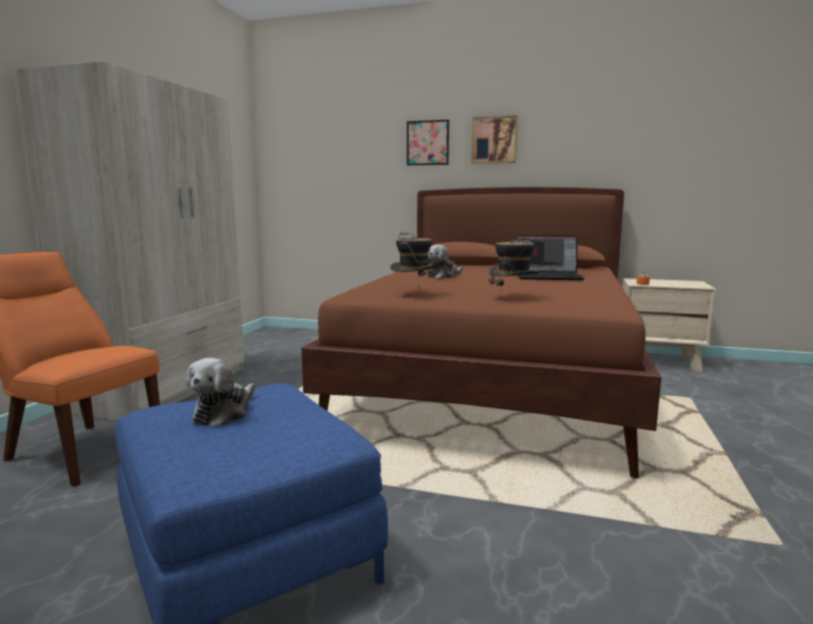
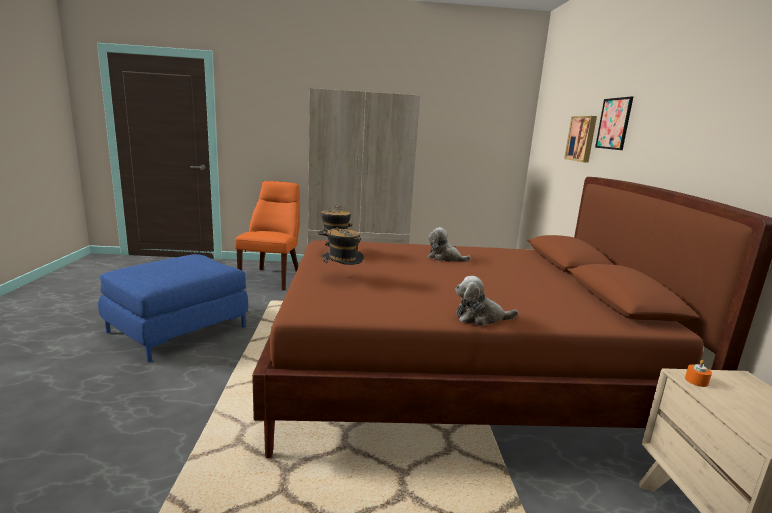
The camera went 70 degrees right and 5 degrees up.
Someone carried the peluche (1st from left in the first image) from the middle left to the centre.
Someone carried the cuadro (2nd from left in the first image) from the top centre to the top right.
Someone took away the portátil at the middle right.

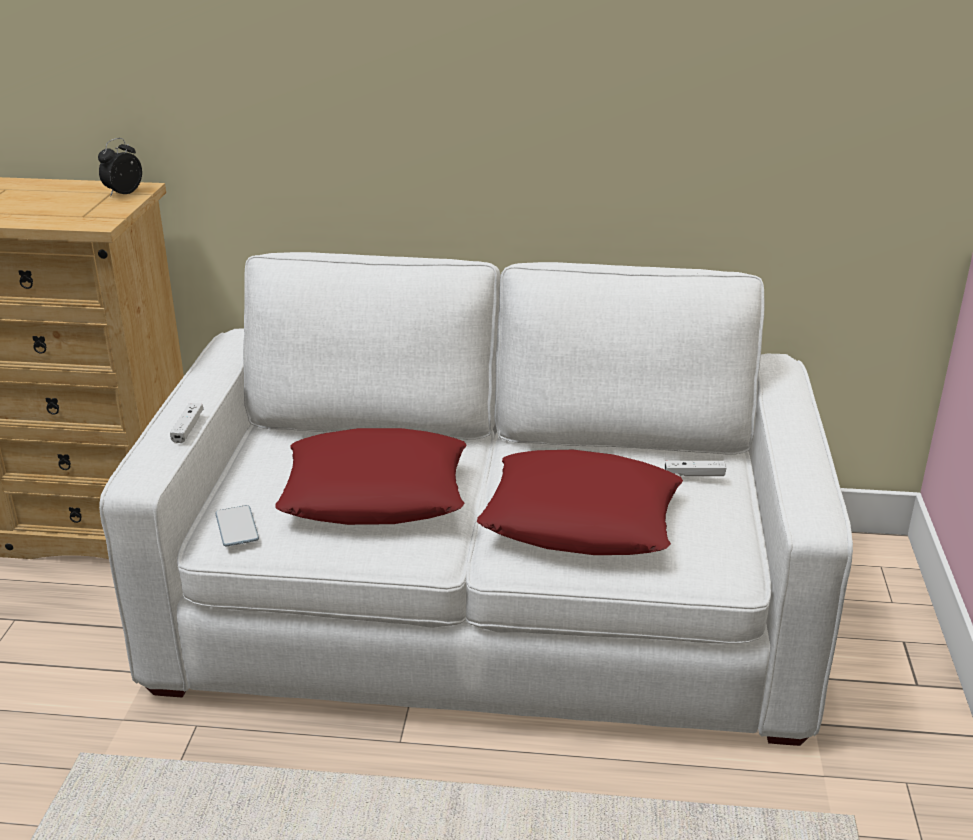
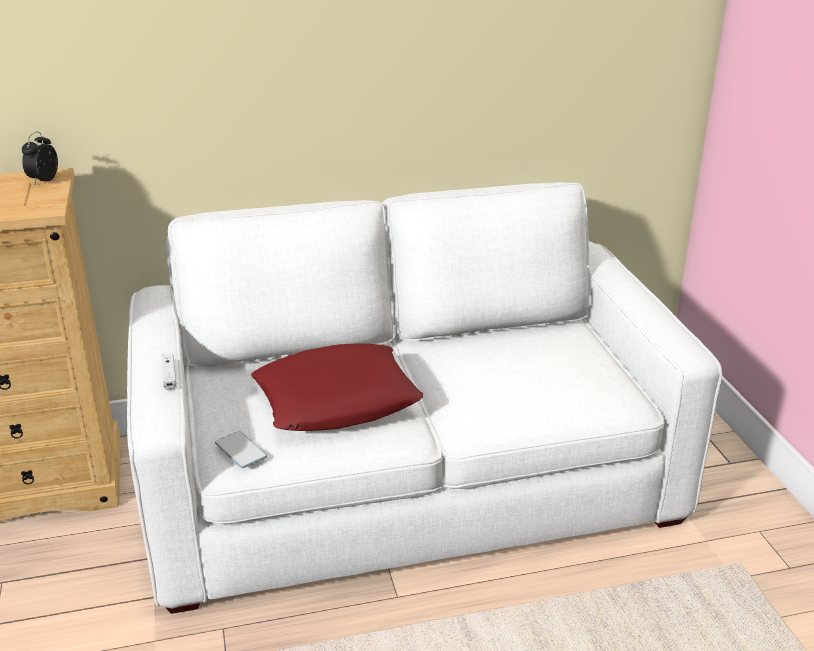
The camera went 20 degrees left and 0 degrees up.
Someone took away the cojín [rojo] (2nd from left) at the centre.
Someone took away the mando de consola [blanco] (2nd from left) at the middle right.

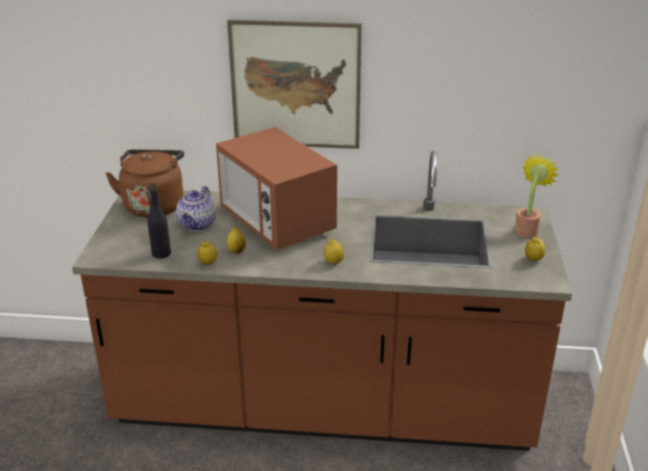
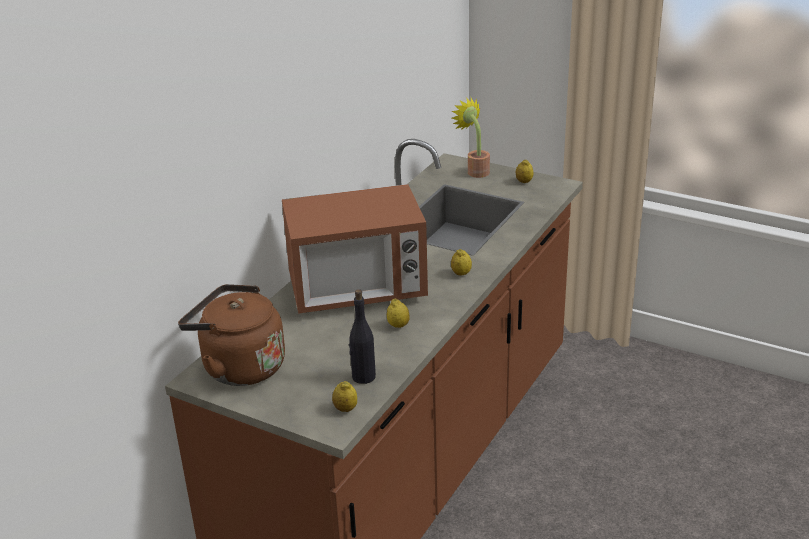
The camera went 65 degrees left and 0 degrees up.
Someone carried the limón (1st from left) from the middle left to the bottom centre.
Someone took away the tetera at the middle left.
Someone took away the cuadro at the top centre.

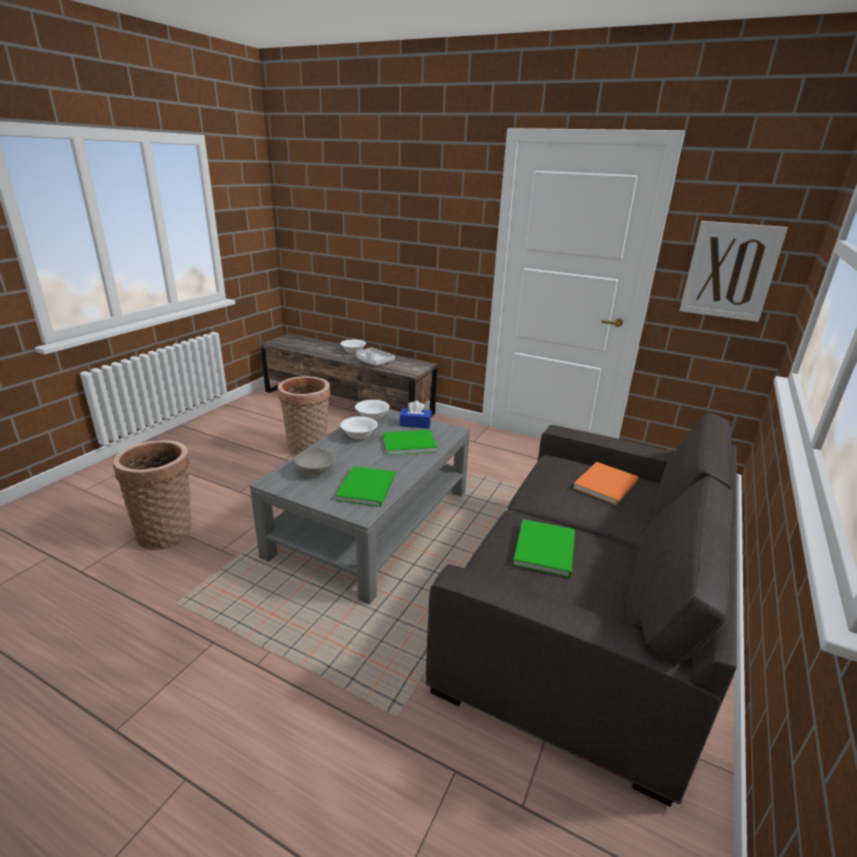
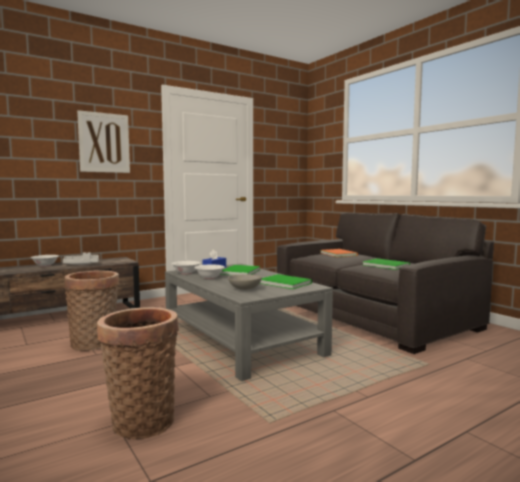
The camera went 60 degrees left and 20 degrees down.
Someone carried the cuadro from the top right to the top left.

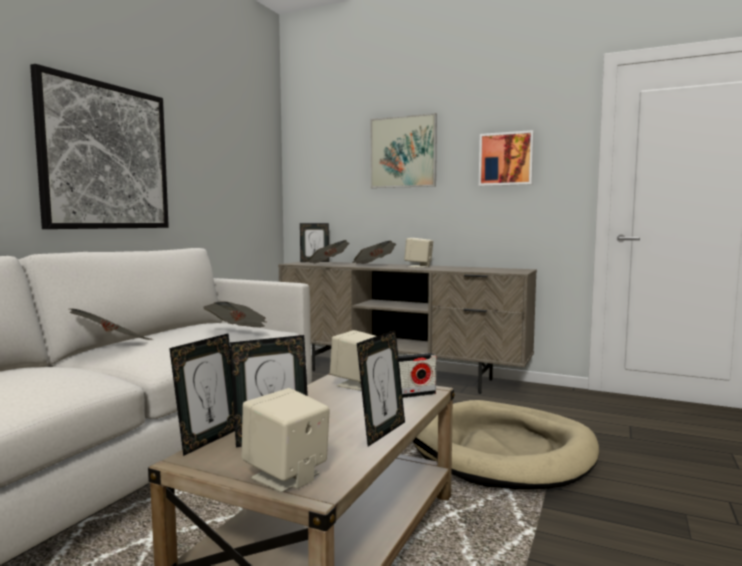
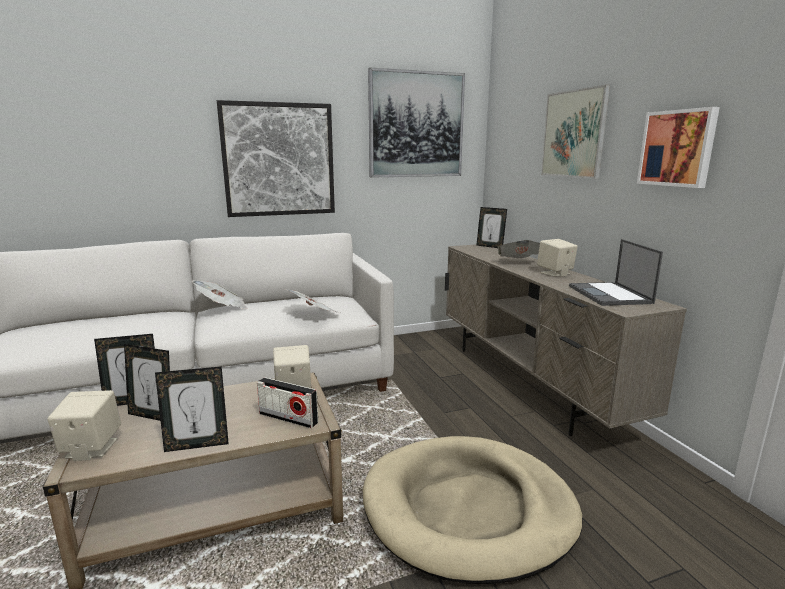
The camera went 45 degrees right and 10 degrees up.
Someone put up the cuadro (2nd from left) at the top centre.
Someone put down the portátil at the middle right.
Someone took away the periódico (3rd from left) at the centre.

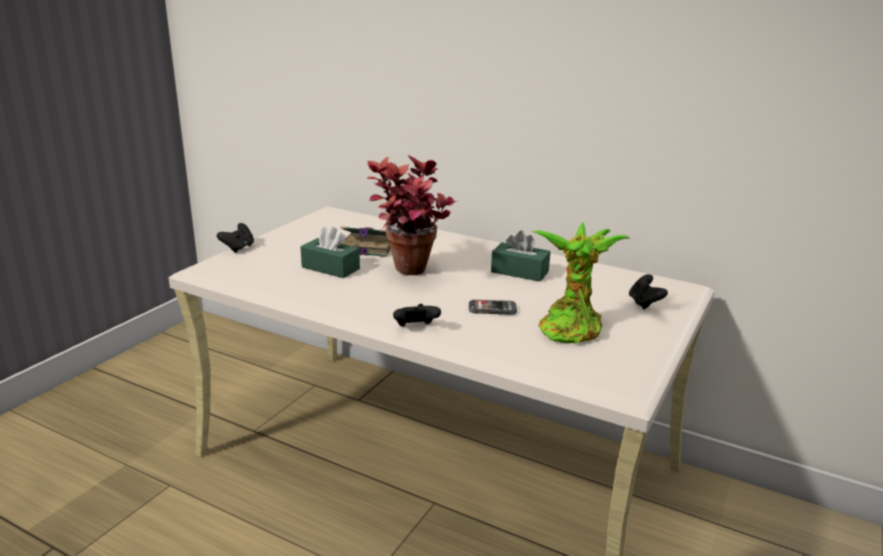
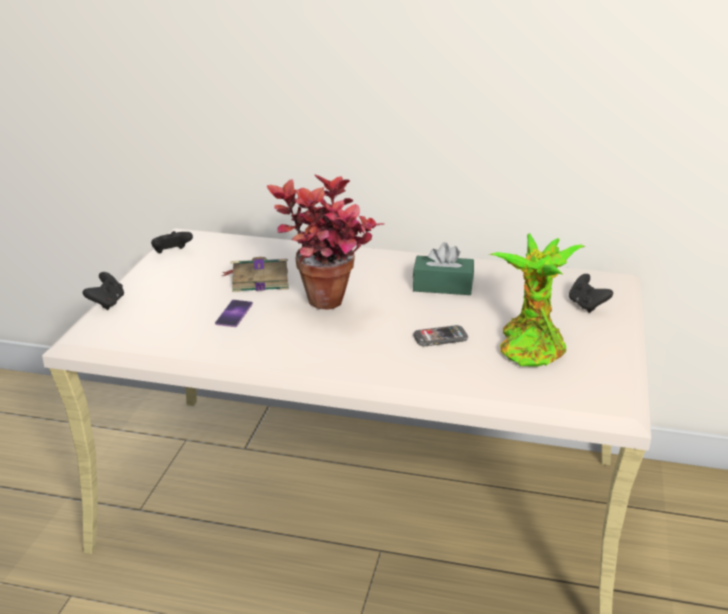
The camera went 15 degrees left and 5 degrees up.
Someone carried the mando de consola [negro] (2nd from left) from the centre to the middle left.
Someone swapped the caja de pañuelos [verde] (1st from left) at the centre for the móvil (1st from left) at the middle left.

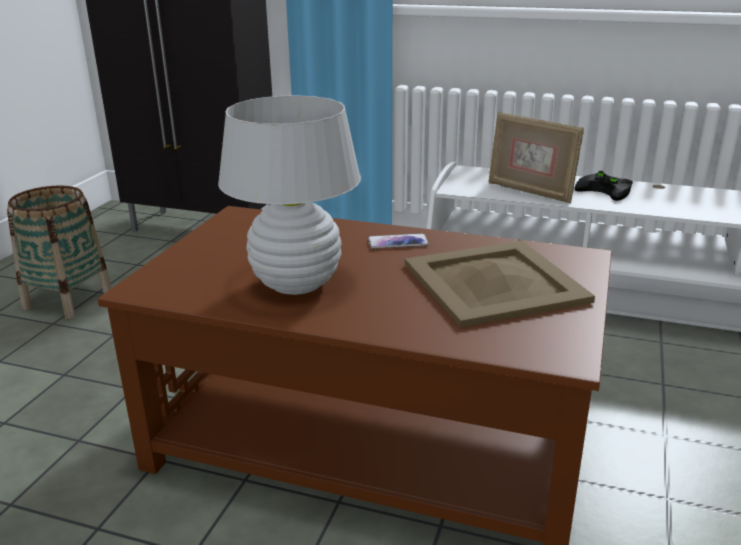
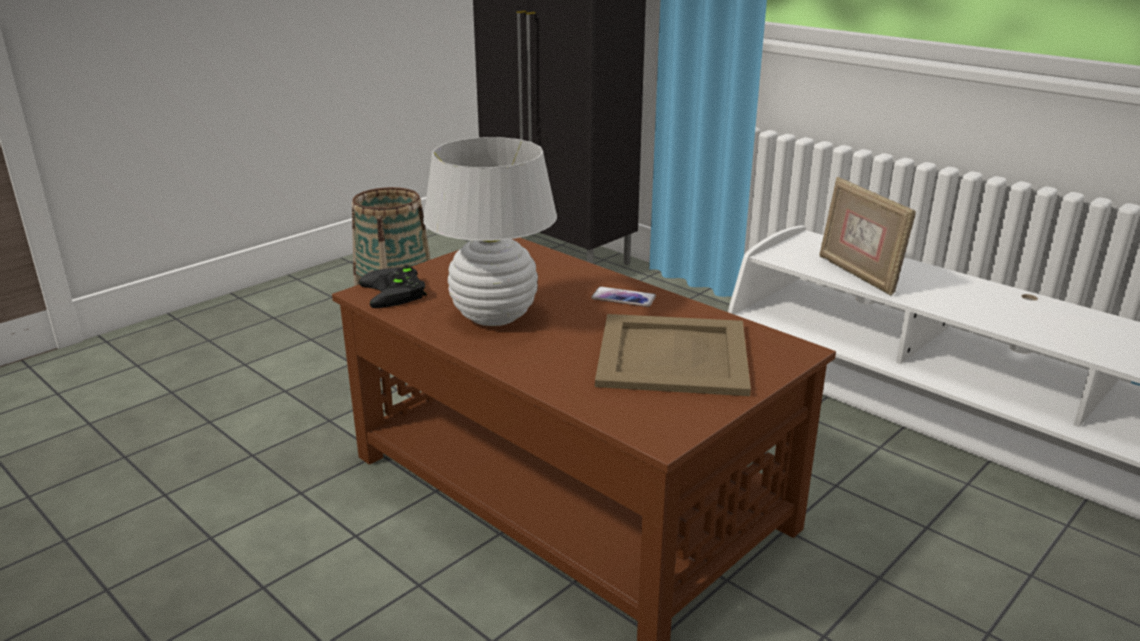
The camera went 25 degrees right and 0 degrees up.
Someone carried the mando de consola [negro] from the middle right to the centre.

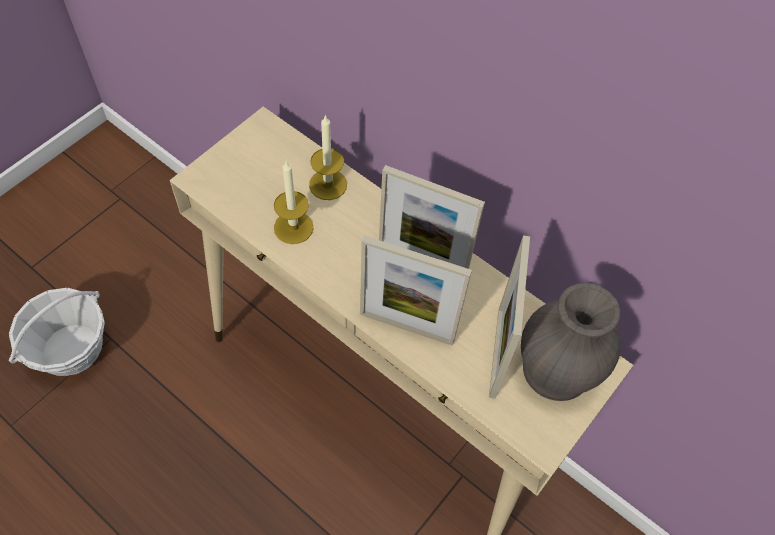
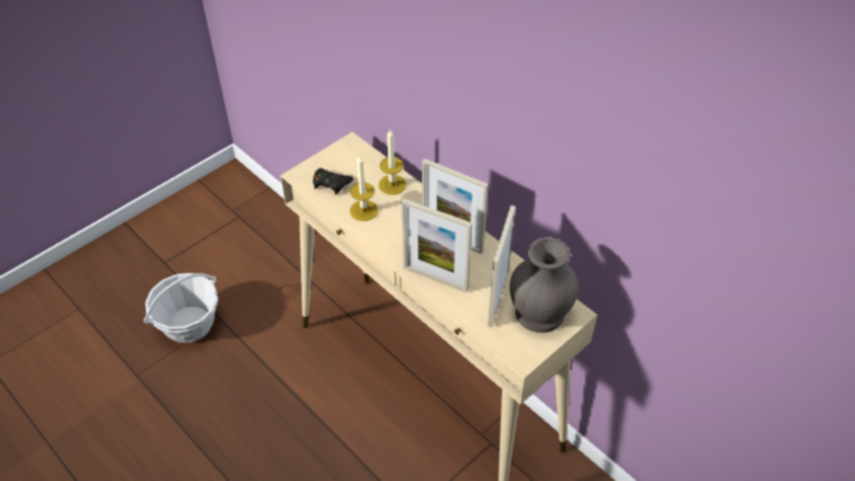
The camera went 10 degrees right and 10 degrees down.
Someone put down the mando de consola [negro] at the centre.

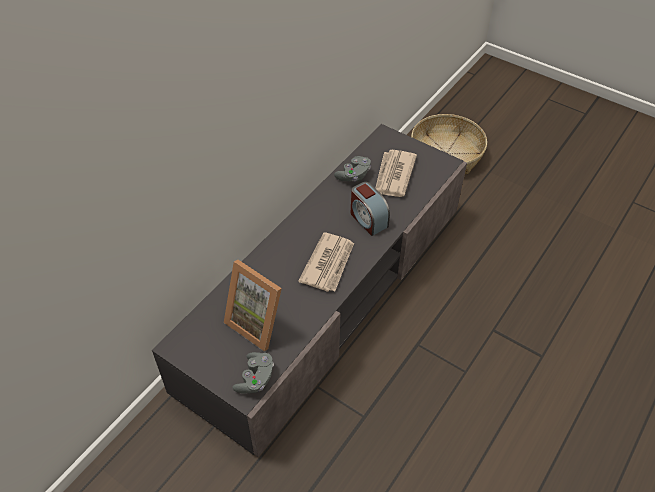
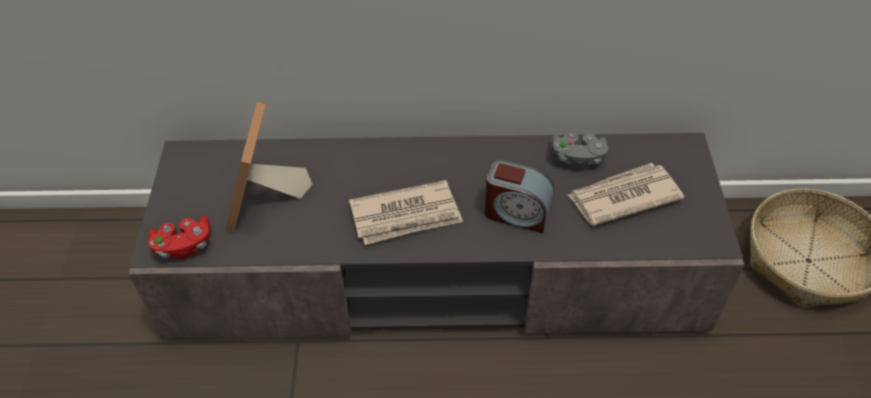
The camera went 55 degrees right and 0 degrees up.
Someone repainted the mando de consola [gris] (1st from left) at the bottom centre, which became the mando de consola [rojo] at the middle left.
Someone rotated the despertador at the centre by 90 degrees counterclockwise.

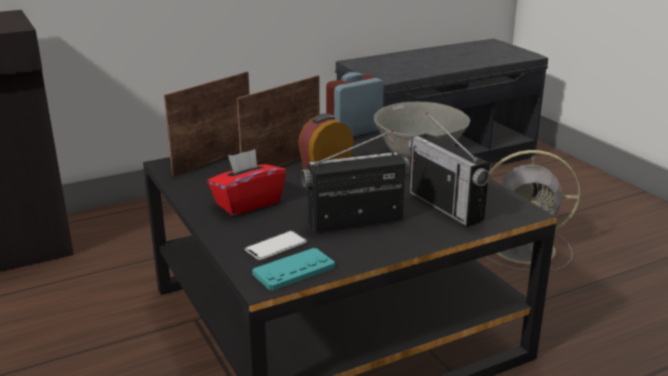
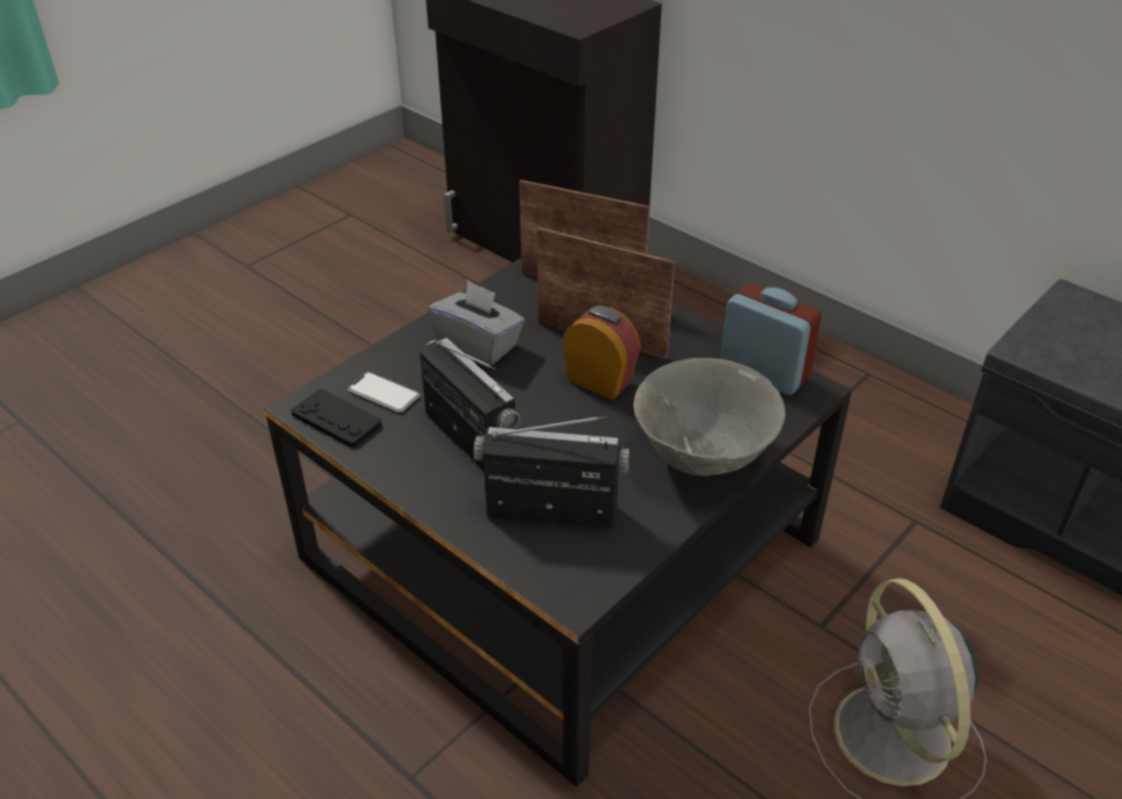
The camera went 70 degrees right and 15 degrees up.
Someone repainted the mando de consola [turquesa] at the bottom centre, which became the mando de consola [negro] at the middle left.
Someone repainted the caja de pañuelos [rojo] at the centre, which became the caja de pañuelos [gris] at the centre.
Someone rotated the radio (2nd from left) at the middle right by 60 degrees clockwise.

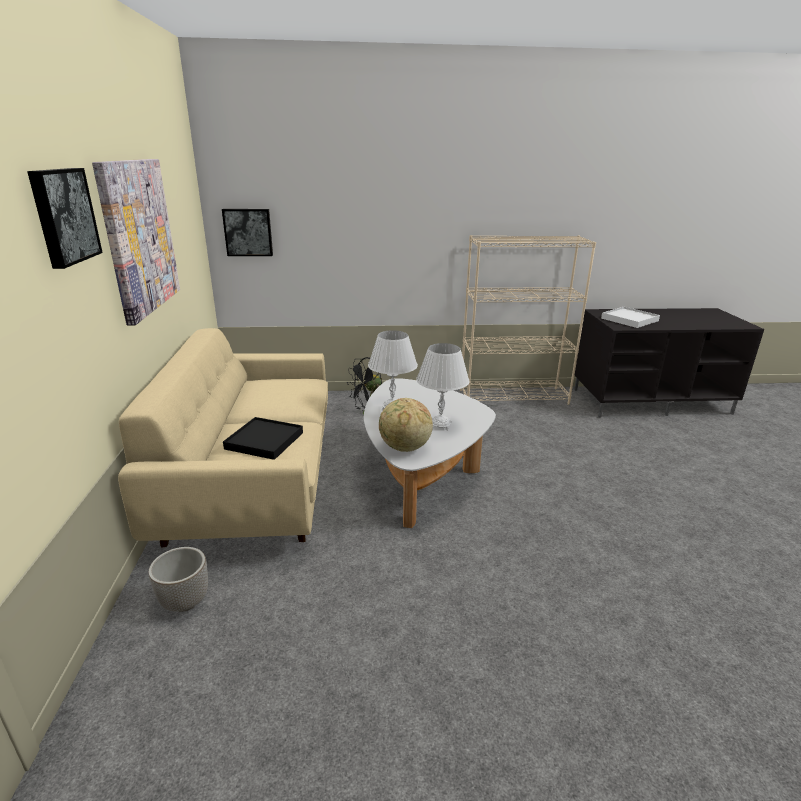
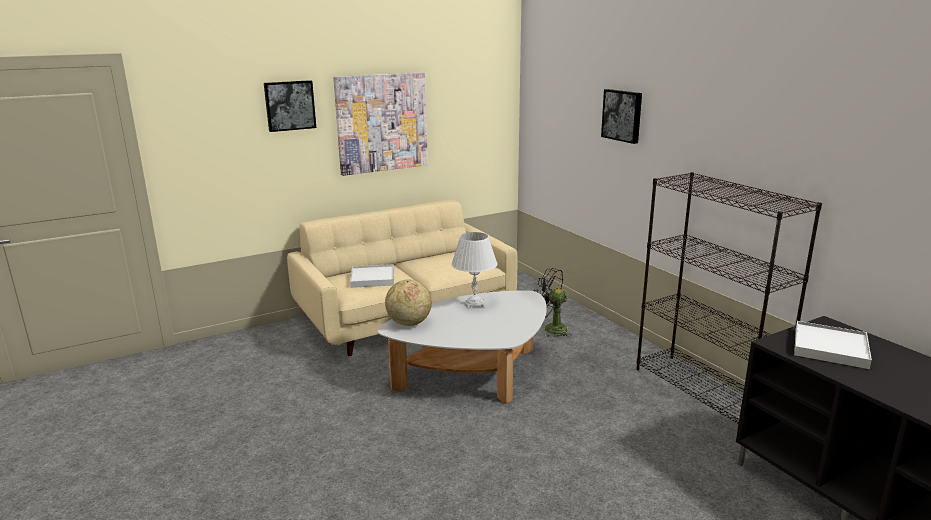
The camera went 65 degrees right and 5 degrees down.
Someone repainted the bandeja [negro] at the middle left, which became the bandeja [blanco] (1st from left) at the centre.
Someone carried the cuadro (3rd from left) from the top left to the top right.
Someone repainted the estantería [beis] at the centre, which became the estantería [negro] at the middle right.
Someone took away the maceta at the bottom left.
Someone took away the lámpara de mesa [blanco] (2nd from left) at the centre.

